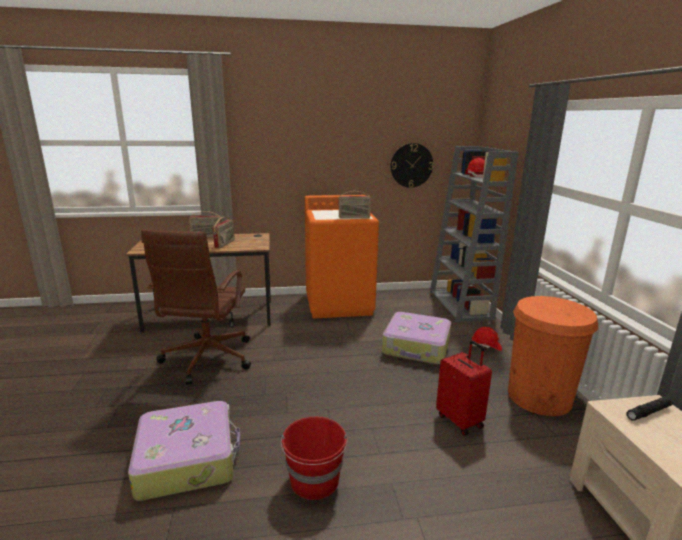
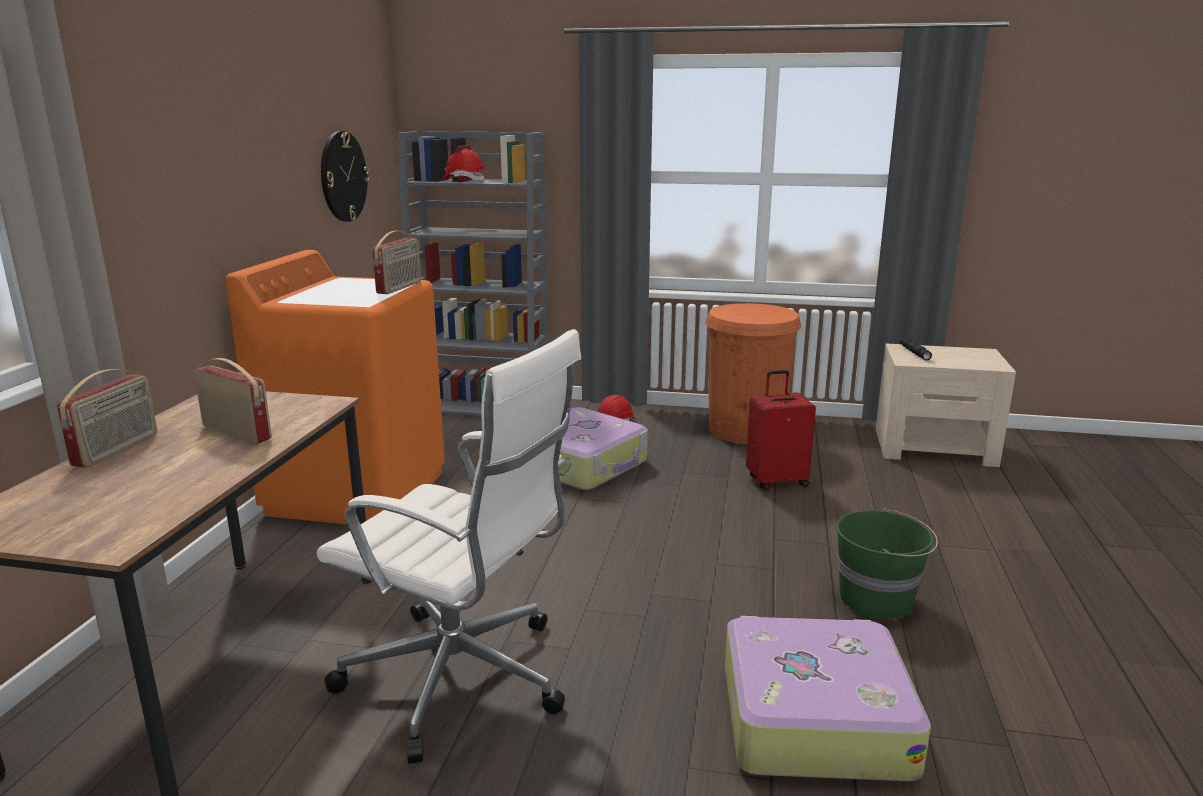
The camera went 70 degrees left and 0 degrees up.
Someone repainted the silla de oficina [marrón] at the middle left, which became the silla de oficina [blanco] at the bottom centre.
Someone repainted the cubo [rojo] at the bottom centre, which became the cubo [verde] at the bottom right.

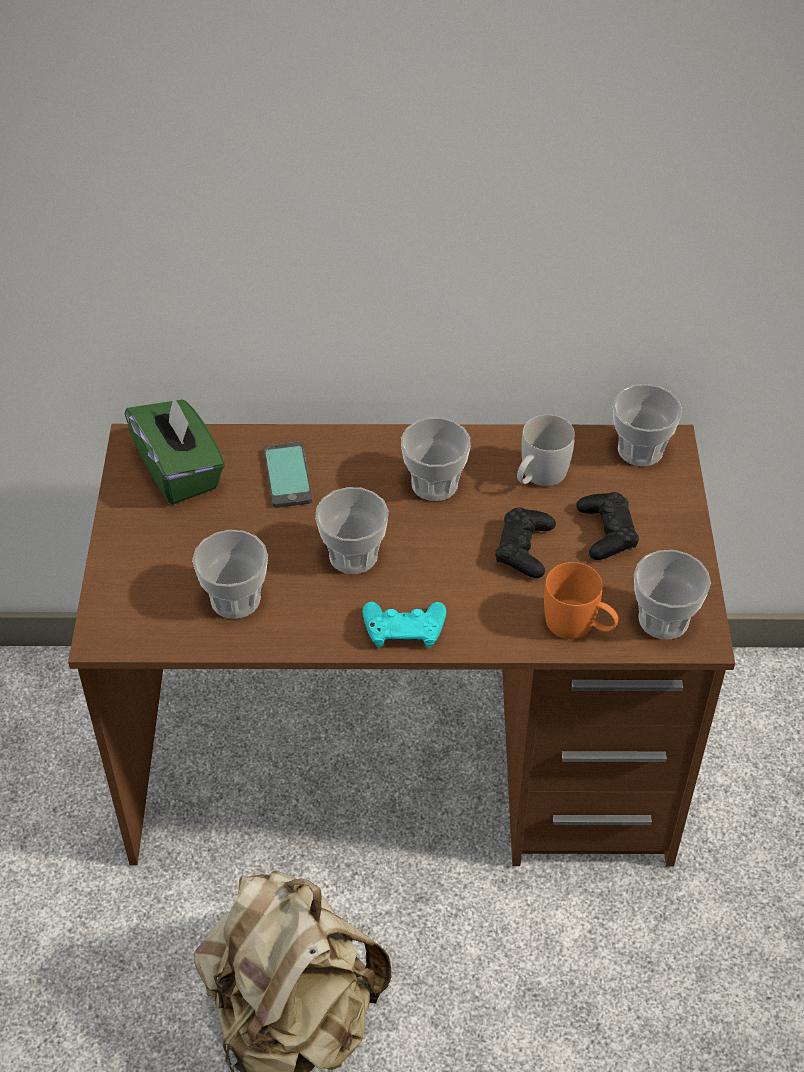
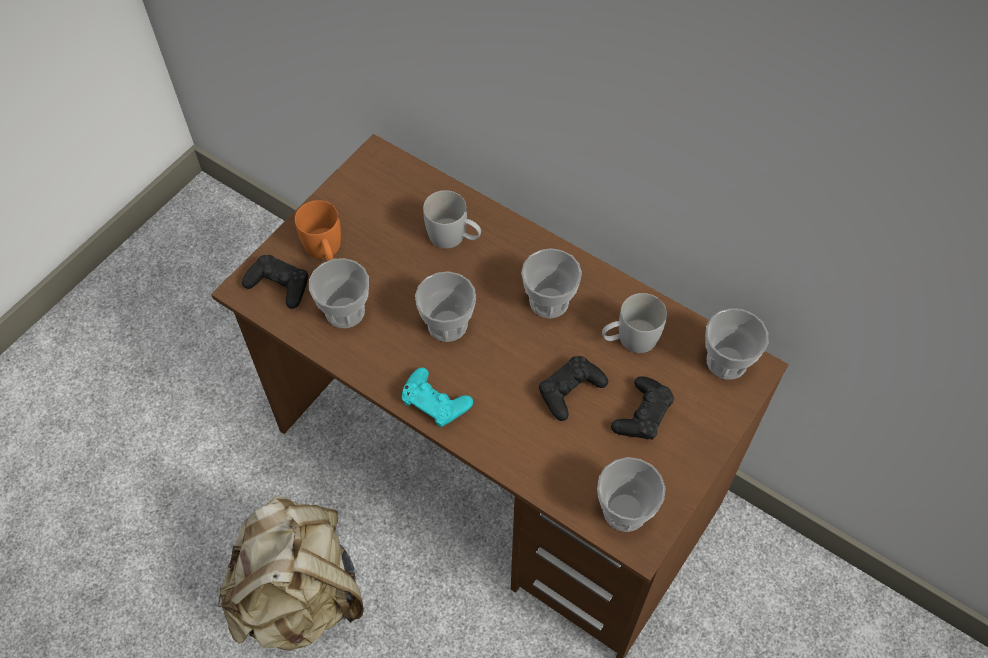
The camera went 35 degrees right and 10 degrees up.
Someone put down the mando de consola [negro] (1st from left) at the middle left.
Someone carried the taza grande [naranja] from the middle right to the middle left.
Someone swapped the móvil at the centre for the taza grande [blanco] (1st from left) at the top centre.
Someone took away the caja de pañuelos [verde] at the middle left.

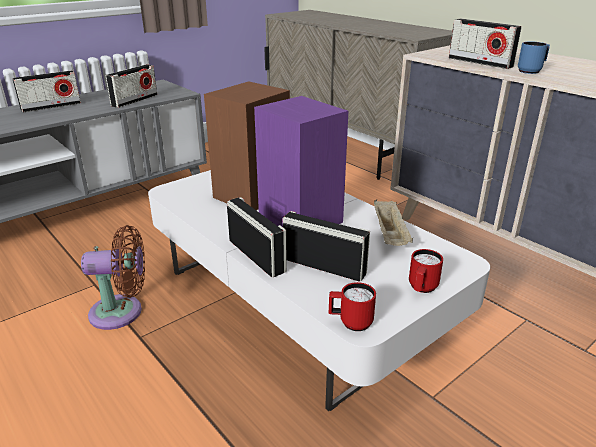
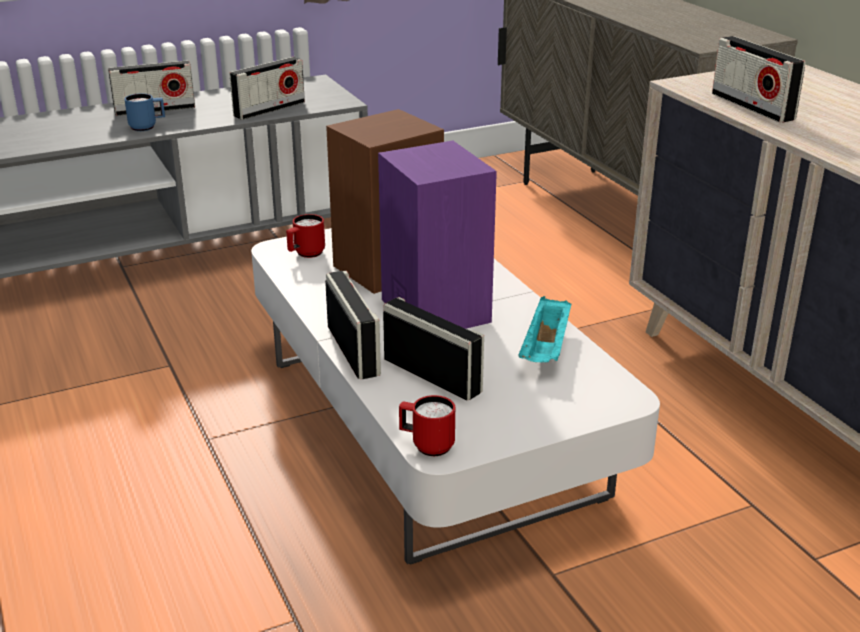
The camera went 15 degrees right and 0 degrees up.
Someone carried the taza grande [azul] from the top right to the top left.
Someone carried the taza grande [rojo] (2nd from left in the first image) from the middle right to the centre.
Someone repainted the bandeja [beis] at the centre, which became the bandeja [turquesa] at the centre.
Someone took away the ventilador [marrón] at the middle left.

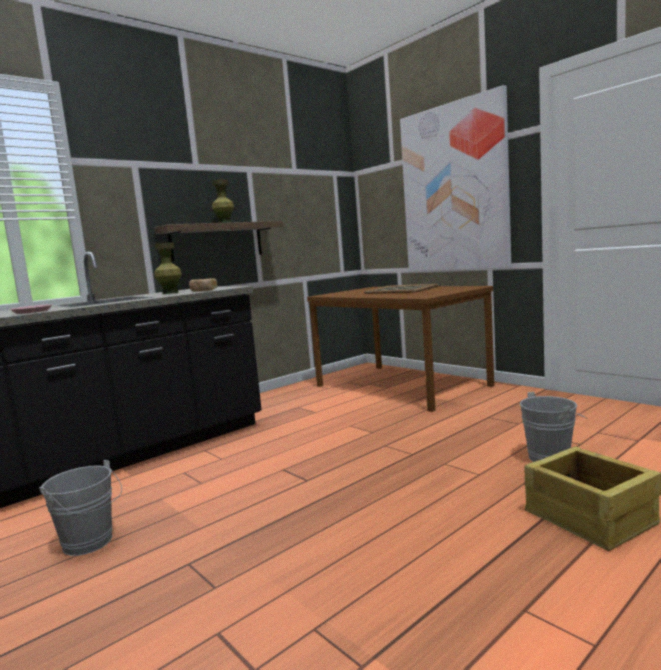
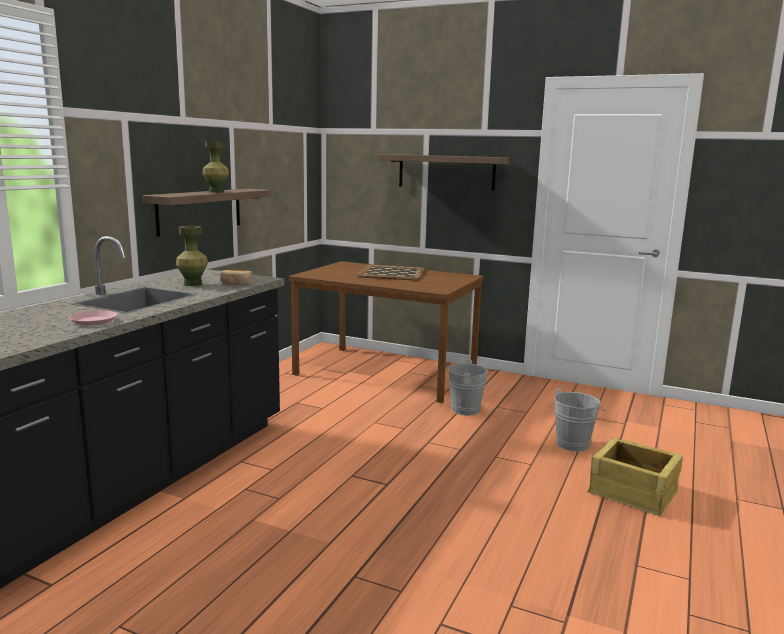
The camera went 25 degrees left and 5 degrees up.
Someone swapped the cuadro at the top right for the estante (2nd from left) at the top centre.
Someone carried the cubo [gris] (1st from left) from the bottom left to the centre.

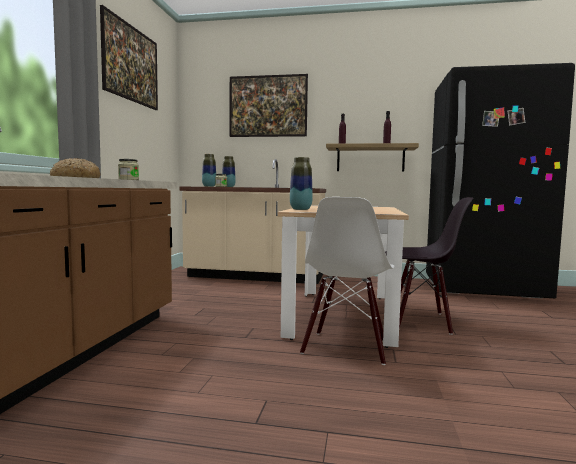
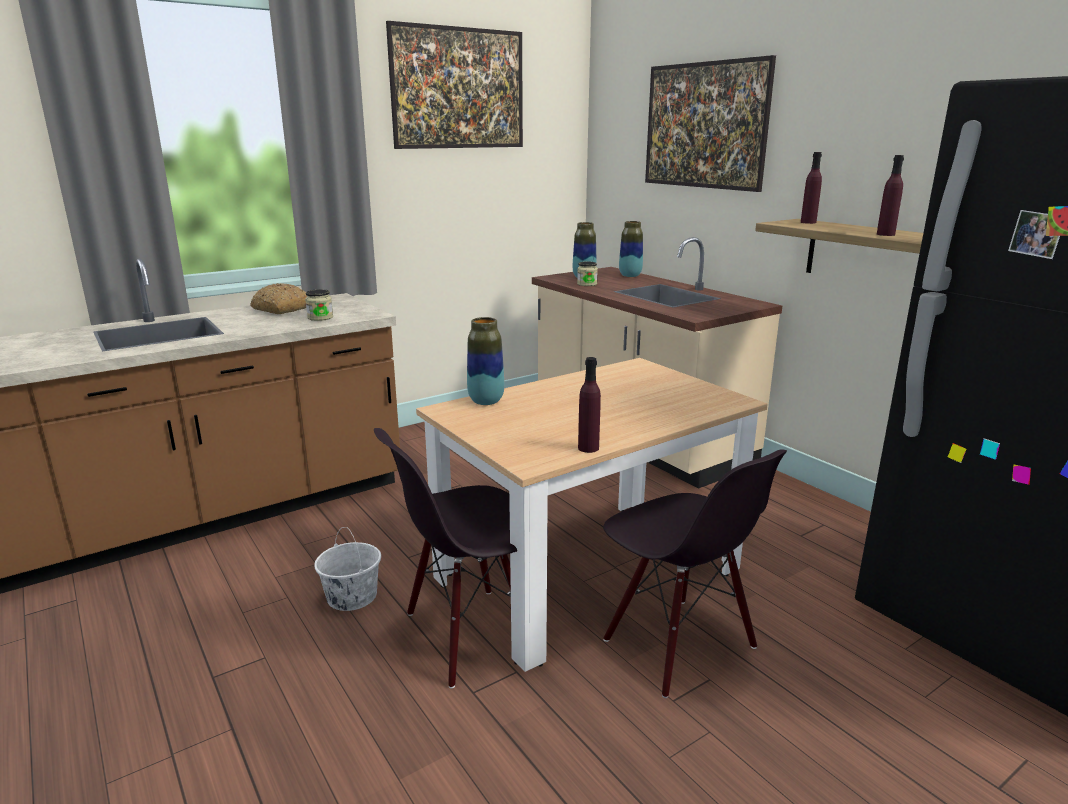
The camera went 45 degrees right and 15 degrees up.
Someone put down the cubo [blanco] at the bottom left.
Someone repainted the silla [blanco] at the centre, which became the silla [negro] (1st from left) at the bottom centre.
Someone put down the botella [morado] (1st from left) at the centre.

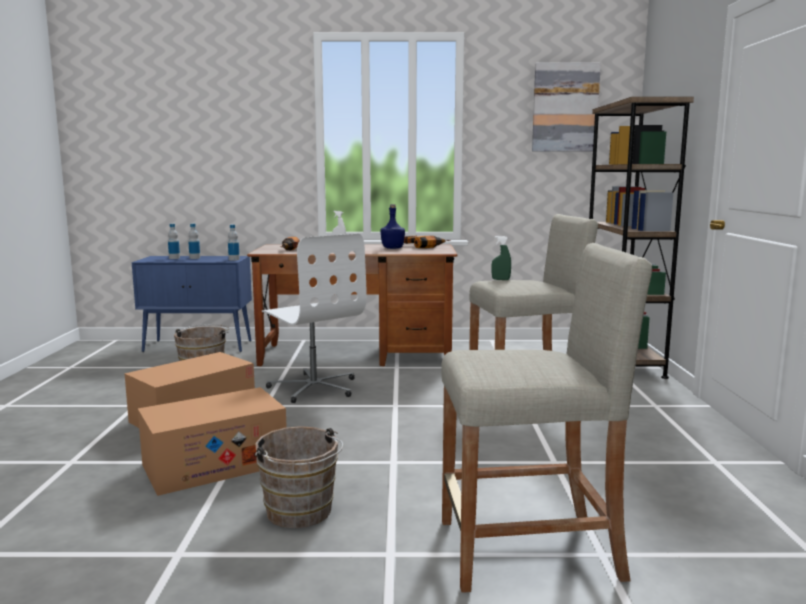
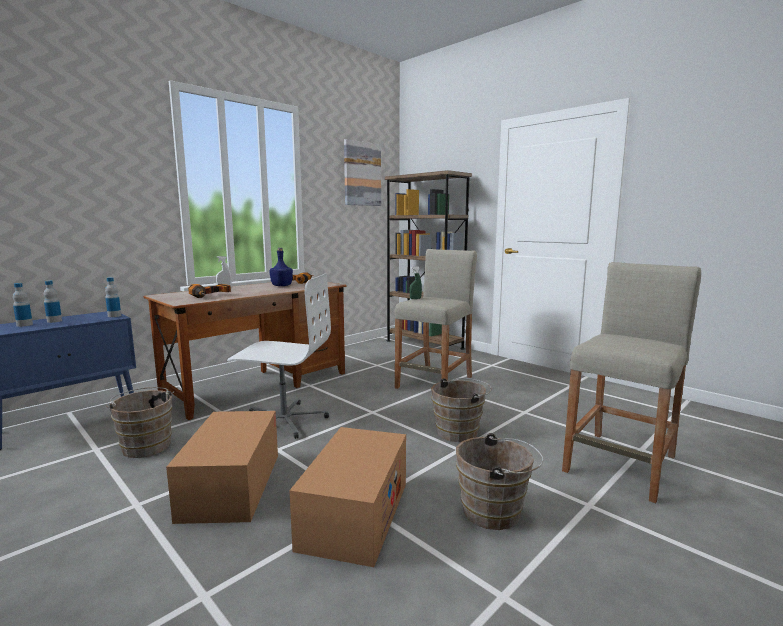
The camera went 45 degrees left and 0 degrees up.
Someone put down the cubo [marrón] (2nd from left) at the centre.

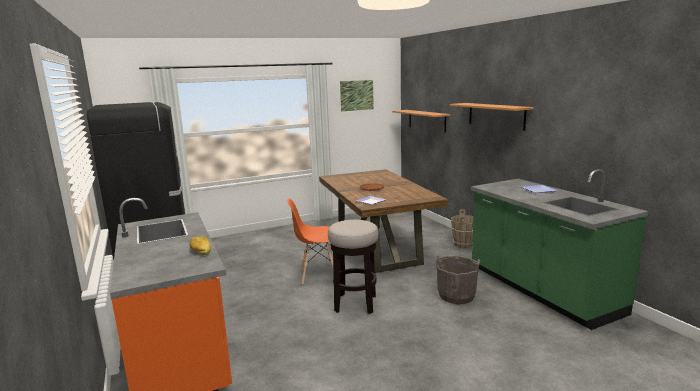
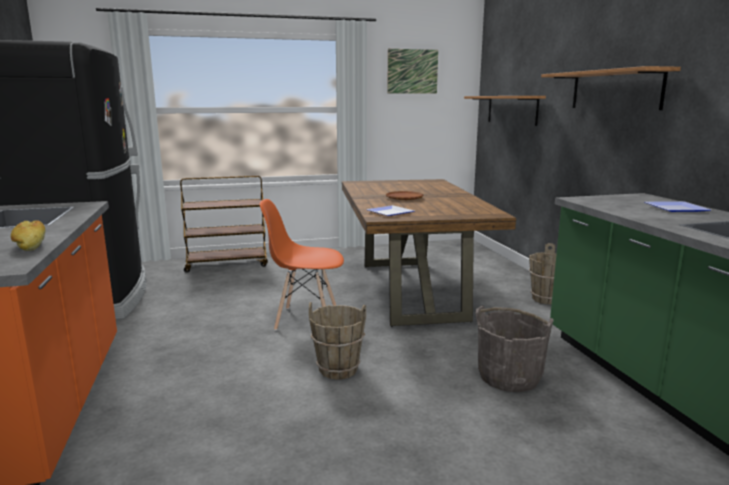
The camera went 10 degrees right and 0 degrees up.
Someone put down the carrito [marrón] at the middle left.
Someone swapped the taburete at the bottom centre for the cubo [marrón] (1st from left) at the bottom centre.

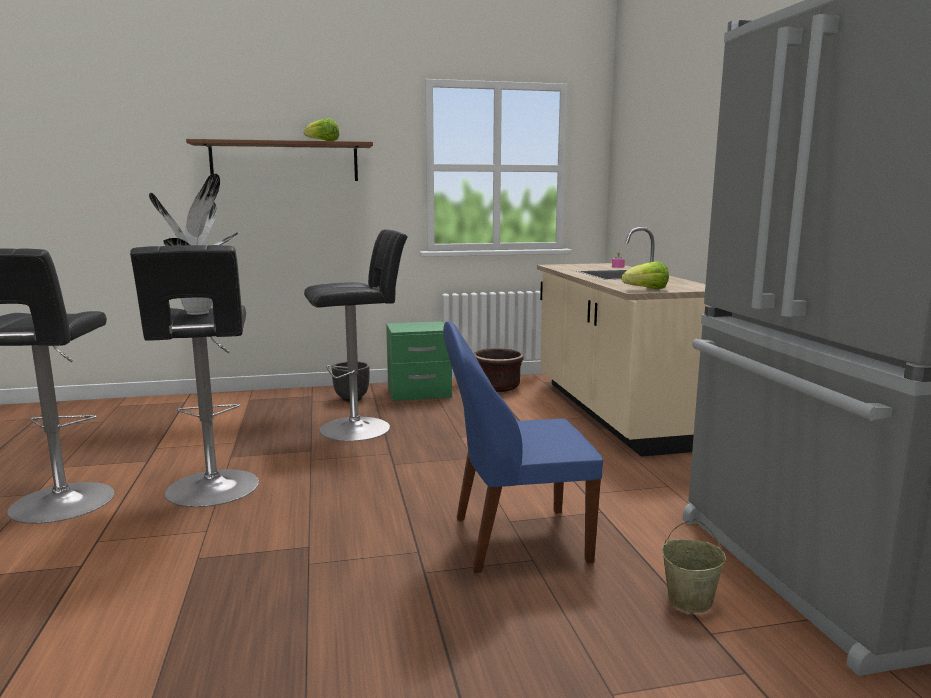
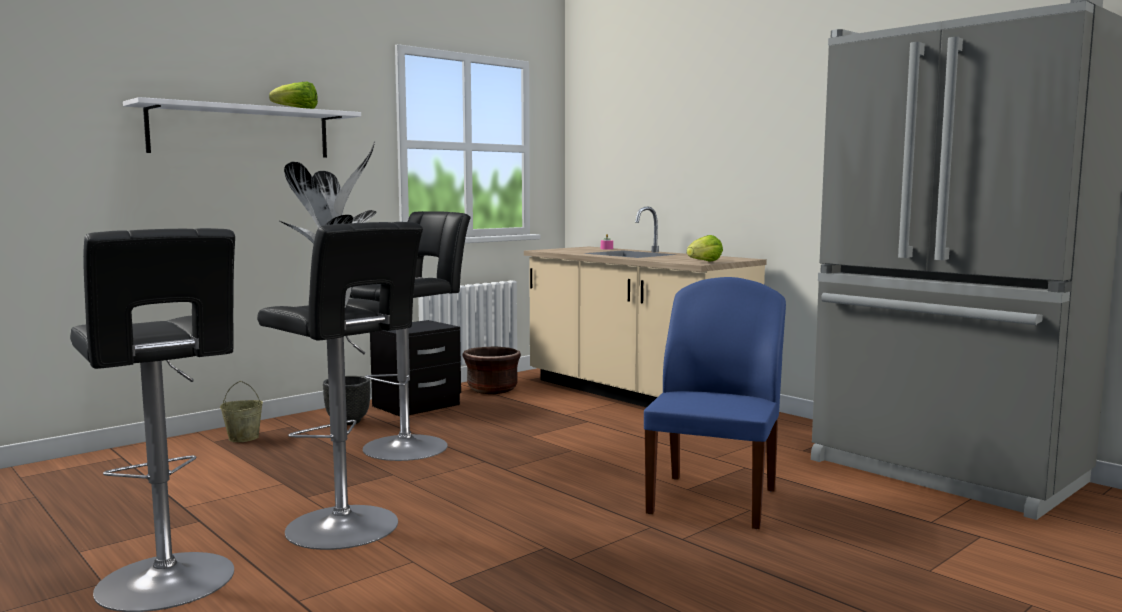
The camera went 30 degrees left and 5 degrees down.
Someone repainted the estante [marrón] at the top left, which became the estante [blanco] at the top left.
Someone carried the cubo [beis] from the bottom right to the bottom left.
Someone repainted the mesita de noche [verde] at the centre, which became the mesita de noche [negro] at the centre.
Someone rotated the silla [azul] at the centre by 150 degrees clockwise.

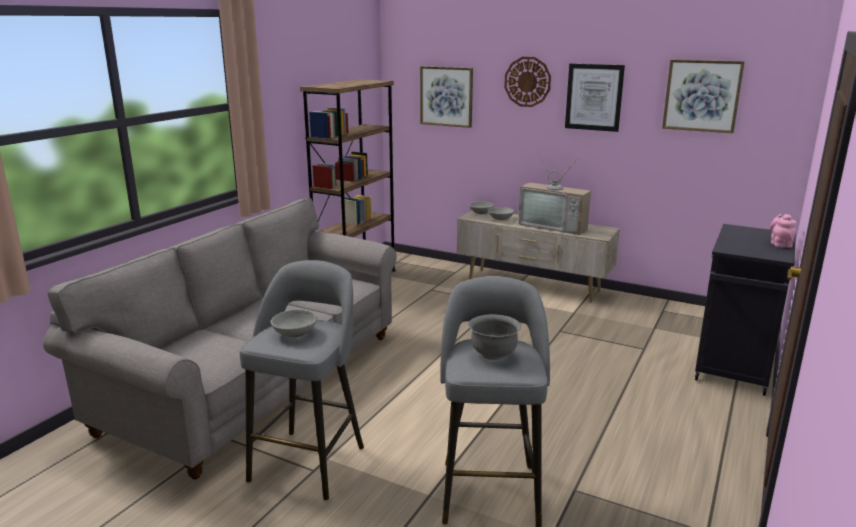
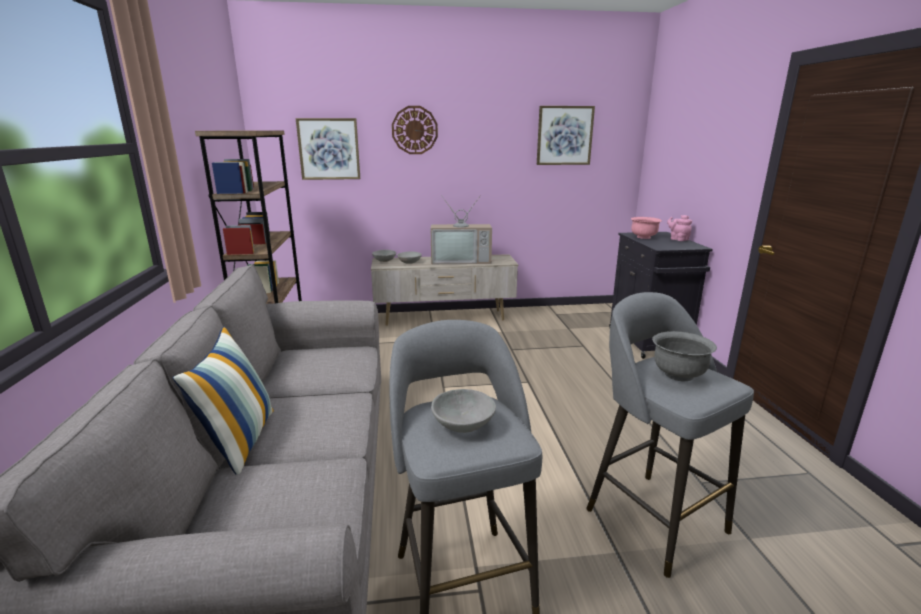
The camera went 35 degrees left and 0 degrees up.
Someone put down the cojín at the middle left.
Someone put down the cuenco [rosa] at the middle right.
Someone took away the cuadro (2nd from left) at the top right.

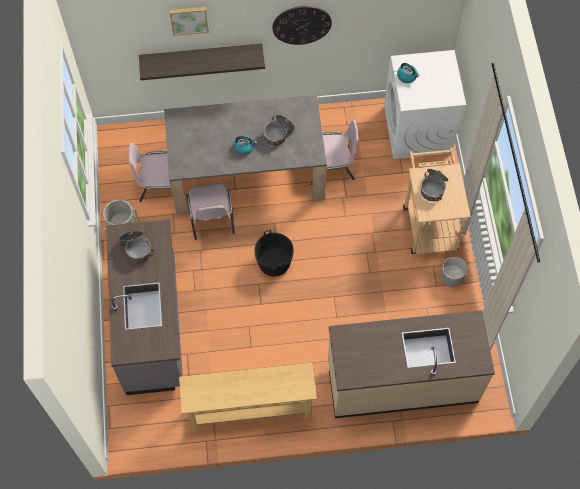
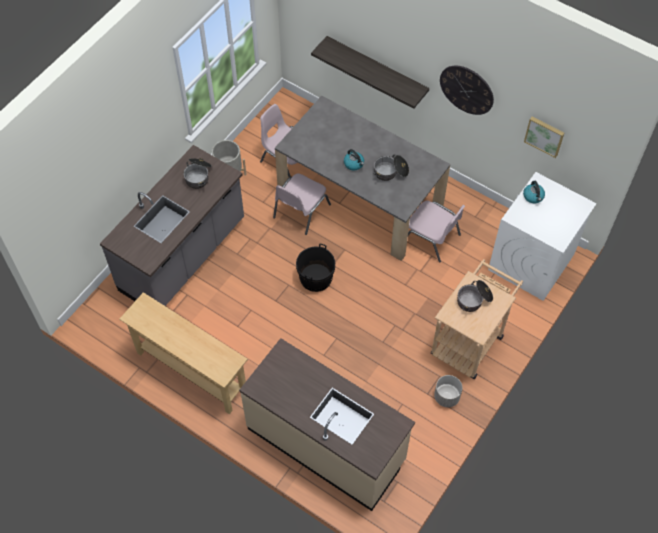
The camera went 40 degrees right and 5 degrees down.
Someone carried the cuadro from the top left to the top right.

